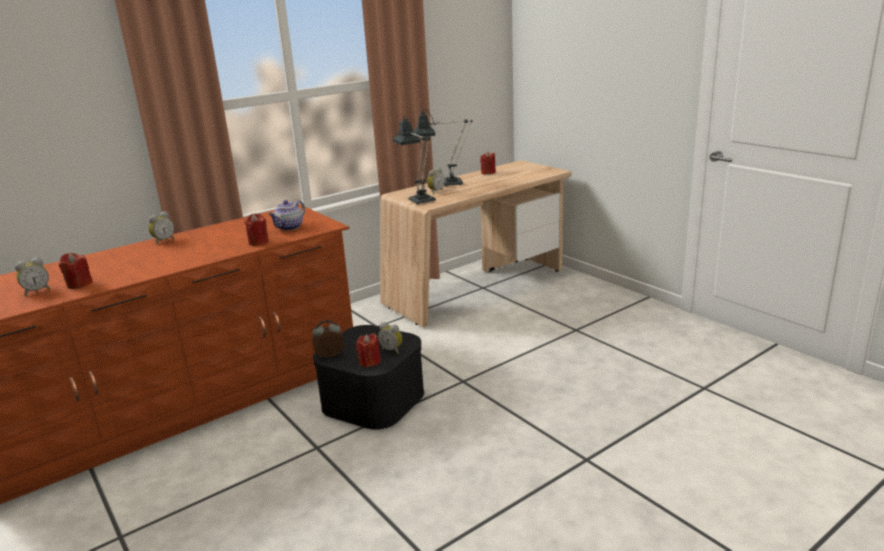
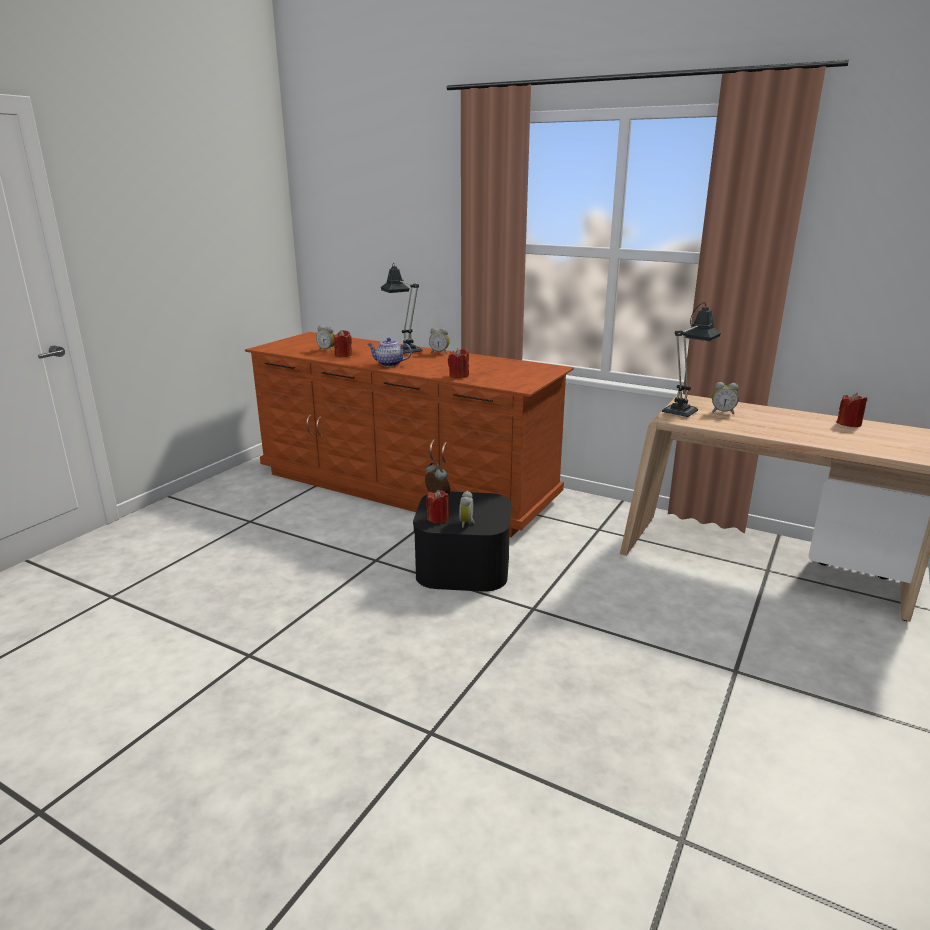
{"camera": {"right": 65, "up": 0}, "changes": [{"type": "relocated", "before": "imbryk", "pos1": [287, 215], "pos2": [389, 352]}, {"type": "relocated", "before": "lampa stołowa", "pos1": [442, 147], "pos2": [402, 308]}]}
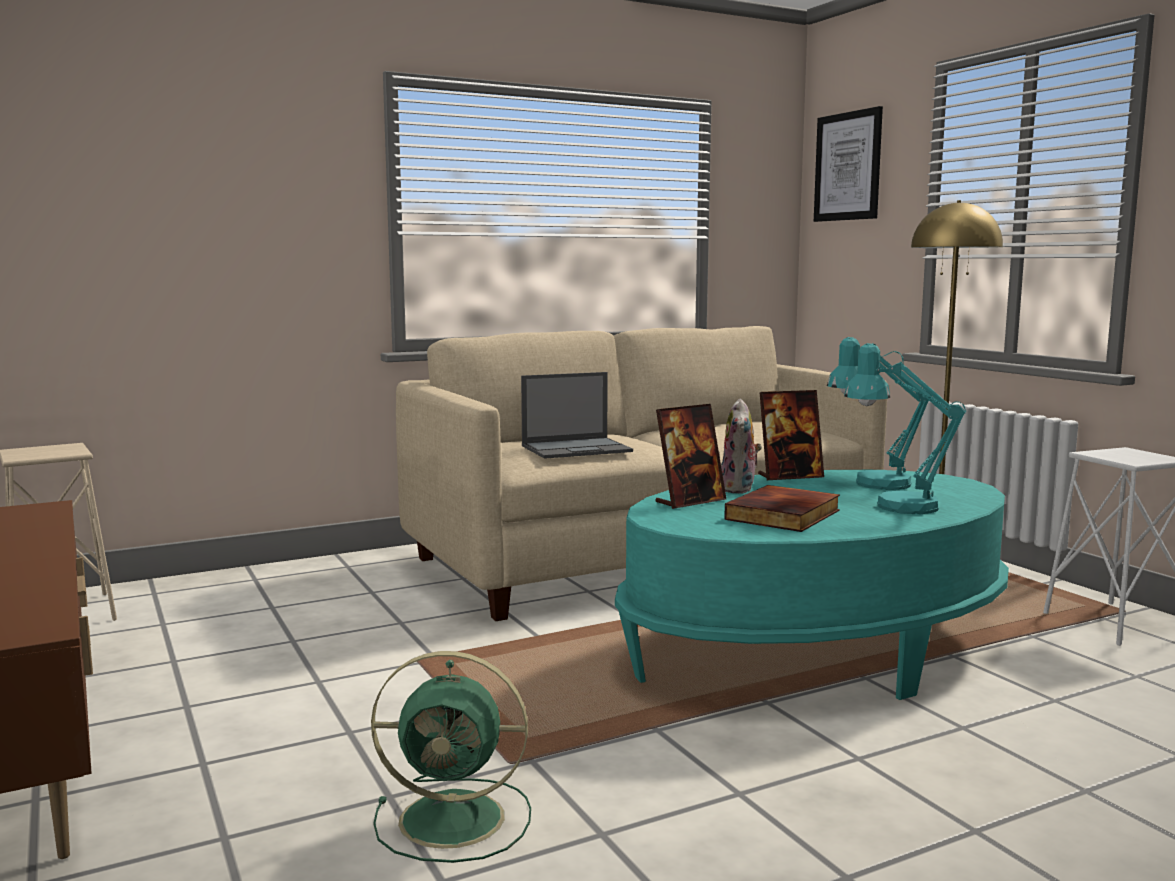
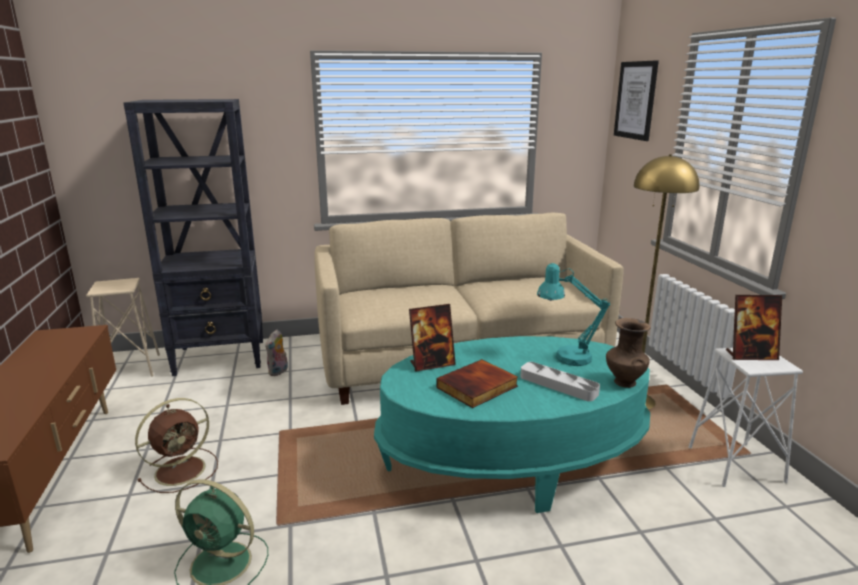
{"camera": {"right": 15, "up": 10}, "changes": [{"type": "missing", "before": "laptop", "pos1": [577, 415]}, {"type": "appeared", "after": "regał [czarny]", "pos2": [193, 237]}, {"type": "appeared", "after": "wentylator [brązowy]", "pos2": [176, 445]}, {"type": "appeared", "after": "wazon [brązowy]", "pos2": [628, 353]}, {"type": "relocated", "before": "pluszak", "pos1": [741, 446], "pos2": [276, 352]}, {"type": "relocated", "before": "ramka na zdjęcie", "pos1": [791, 435], "pos2": [754, 327]}, {"type": "exchanged", "before": "lampa stołowa [turkusowy]", "after": "taca [szary]", "pos1": [905, 428], "pos2": [560, 381]}]}
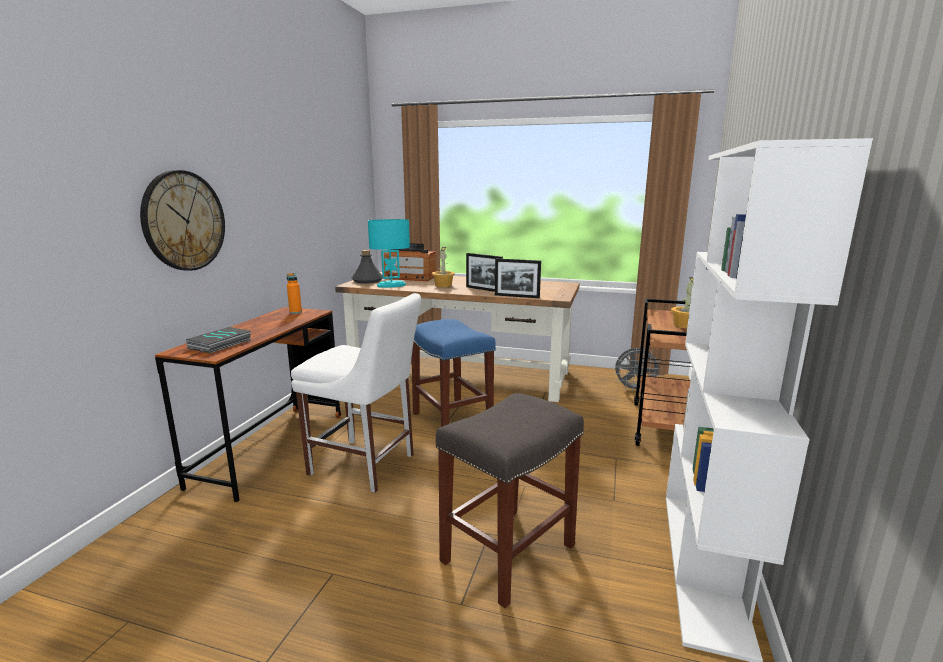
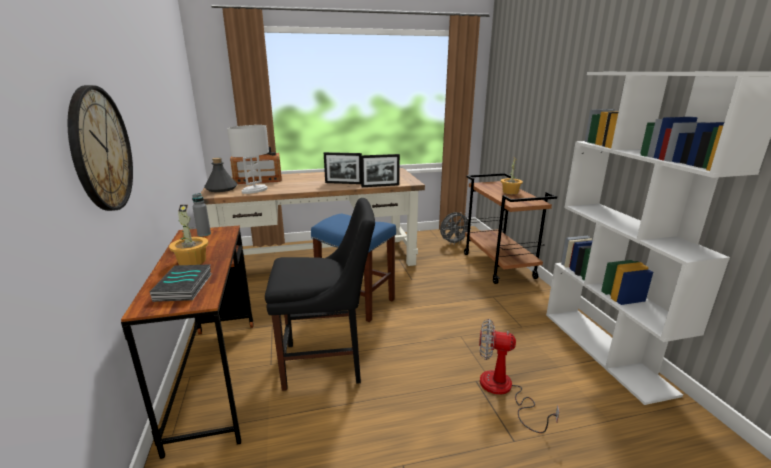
{"camera": {"right": -30, "up": 5}, "changes": [{"type": "relocated", "before": "roślina doniczkowa", "pos1": [443, 267], "pos2": [189, 235]}, {"type": "exchanged", "before": "stołek [szary]", "after": "wentylator", "pos1": [510, 500], "pos2": [519, 376]}, {"type": "colour", "before": "butelka [pomarańczowy]", "after": "butelka [szary]", "pos1": [294, 293], "pos2": [201, 214]}, {"type": "colour", "before": "krzesło [biały]", "after": "krzesło [czarny]", "pos1": [356, 393], "pos2": [320, 294]}, {"type": "colour", "before": "lampa stołowa [turkusowy]", "after": "lampa stołowa [biały]", "pos1": [389, 253], "pos2": [248, 159]}]}
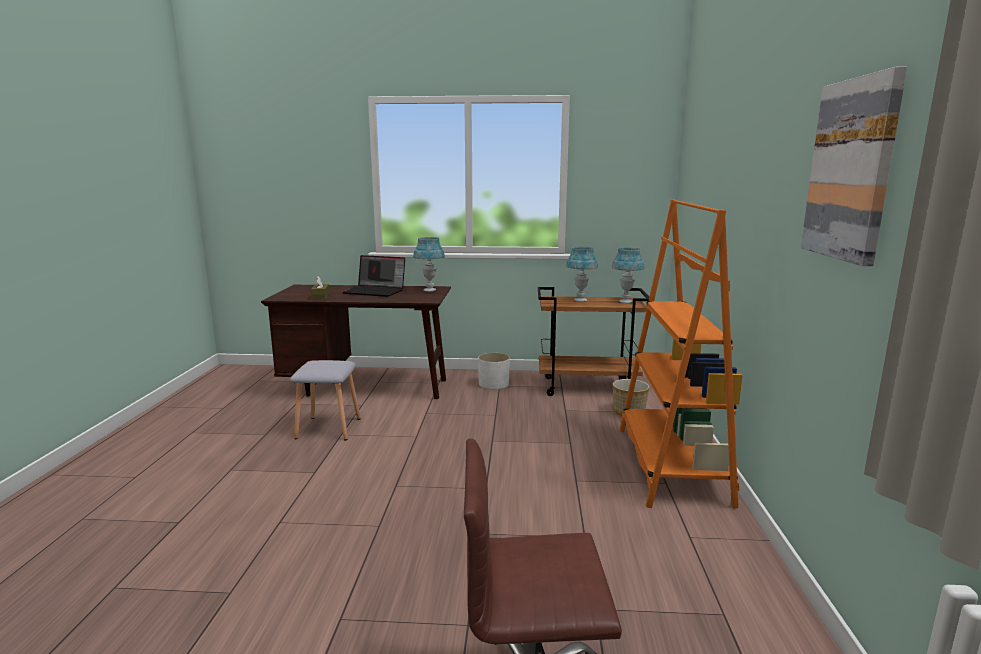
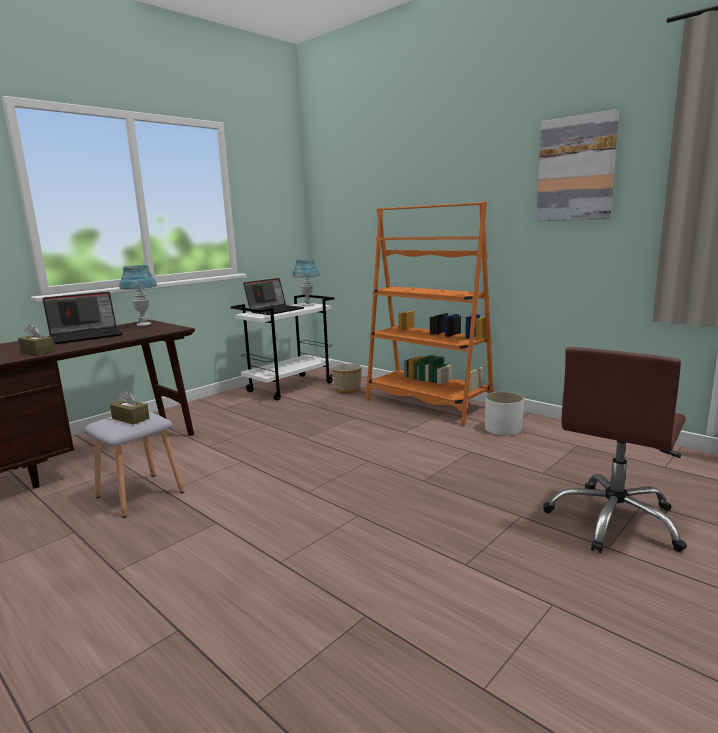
{"camera": {"right": -50, "up": 0}, "changes": [{"type": "appeared", "after": "pudełko chusteczek [brązowy]", "pos2": [130, 407]}, {"type": "relocated", "before": "donica [biały]", "pos1": [494, 371], "pos2": [504, 414]}, {"type": "exchanged", "before": "lampa stołowa [niebieski]", "after": "laptop", "pos1": [582, 274], "pos2": [273, 296]}, {"type": "colour", "before": "wózek [brązowy]", "after": "wózek [biały]", "pos1": [593, 341], "pos2": [283, 348]}]}
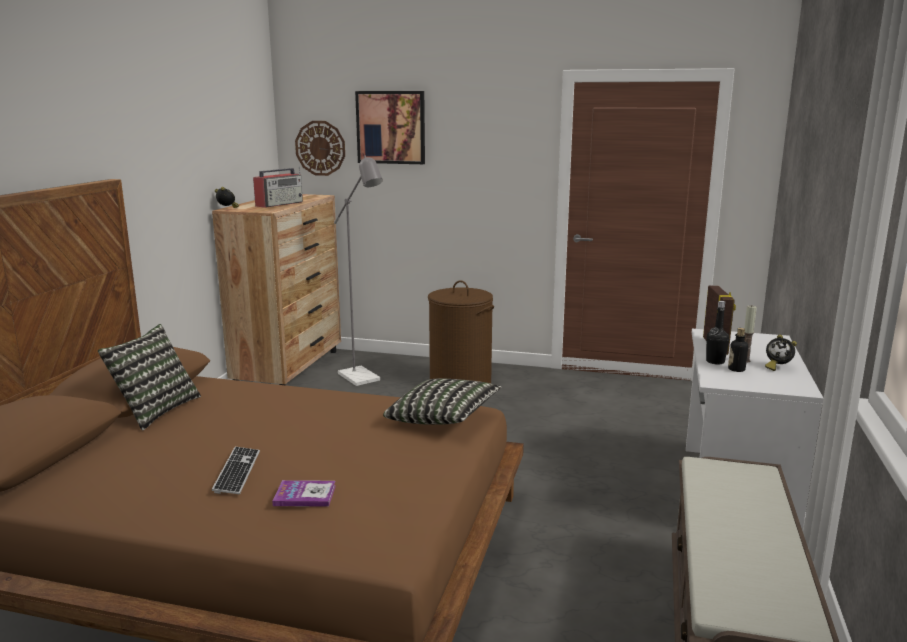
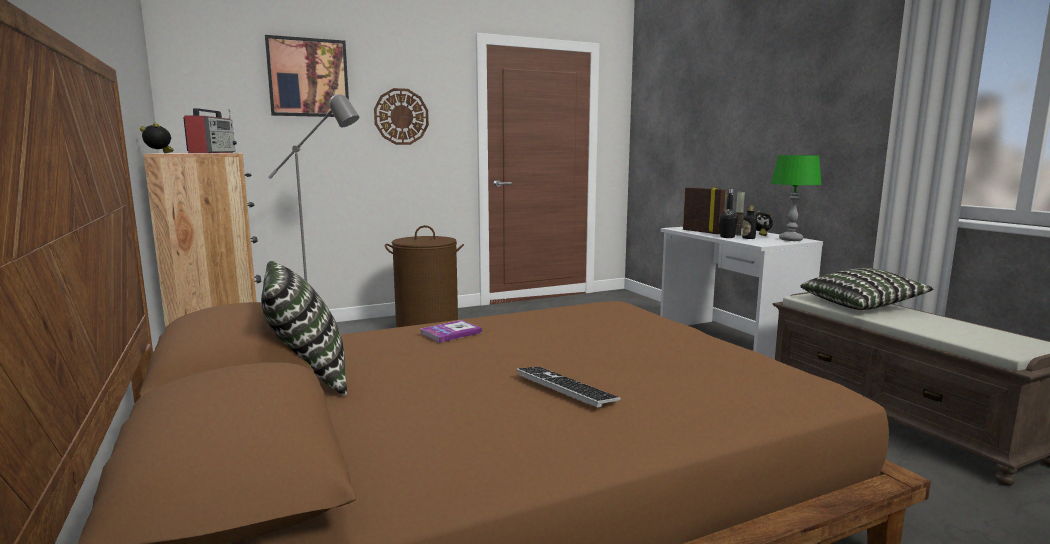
{"camera": {"right": -40, "up": -5}, "changes": [{"type": "appeared", "after": "lampa stołowa [zielony]", "pos2": [796, 198]}, {"type": "relocated", "before": "książka", "pos1": [304, 493], "pos2": [451, 331]}, {"type": "relocated", "before": "zegar ścienny", "pos1": [320, 148], "pos2": [401, 116]}, {"type": "relocated", "before": "poduszka", "pos1": [442, 401], "pos2": [867, 289]}]}
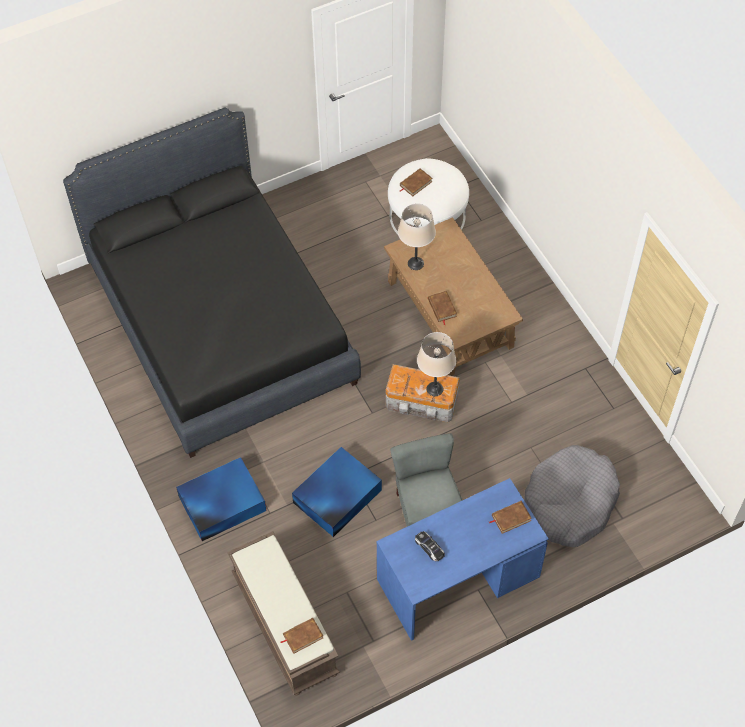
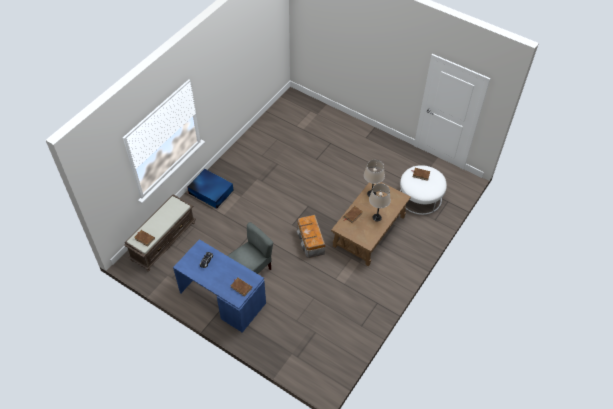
{"camera": {"right": 60, "up": -5}, "changes": [{"type": "missing", "before": "łóżko [czarny]", "pos1": [212, 283]}, {"type": "missing", "before": "pojemnik do przechowywania [niebieski]", "pos1": [337, 492]}, {"type": "missing", "before": "legowisko [szary]", "pos1": [572, 496]}, {"type": "relocated", "before": "lampa stołowa [beżowy]", "pos1": [436, 364], "pos2": [380, 202]}]}
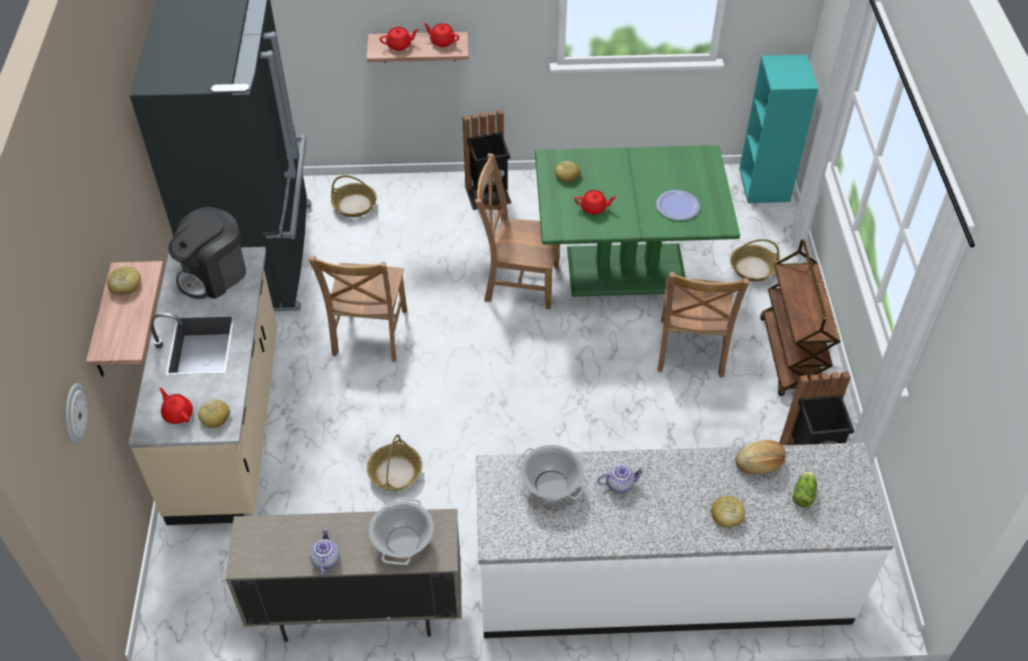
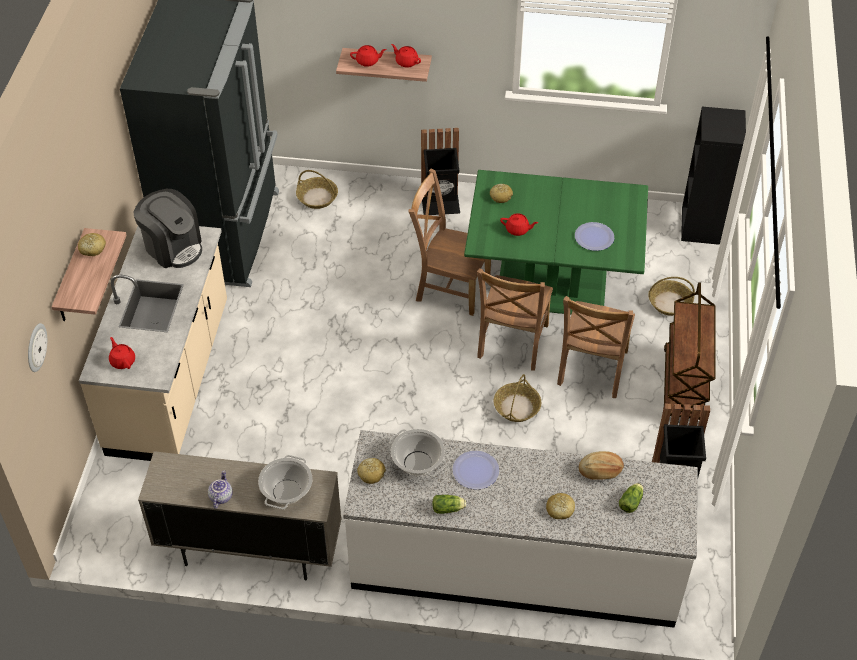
{"camera": {"right": 10, "up": 0}, "changes": [{"type": "appeared", "after": "sałata", "pos2": [449, 504]}, {"type": "relocated", "before": "chleb", "pos1": [214, 414], "pos2": [371, 471]}, {"type": "relocated", "before": "krzesło [brązowy]", "pos1": [358, 308], "pos2": [515, 319]}, {"type": "relocated", "before": "koszyk", "pos1": [394, 462], "pos2": [517, 398]}, {"type": "exchanged", "before": "imbryk", "after": "talerz", "pos1": [621, 478], "pos2": [476, 470]}, {"type": "colour", "before": "regał [turkusowy]", "after": "regał [czarny]", "pos1": [778, 129], "pos2": [713, 176]}, {"type": "spun", "before": "ekspres do kawy", "pos1": [207, 253], "pos2": [168, 228], "turn": -105}]}
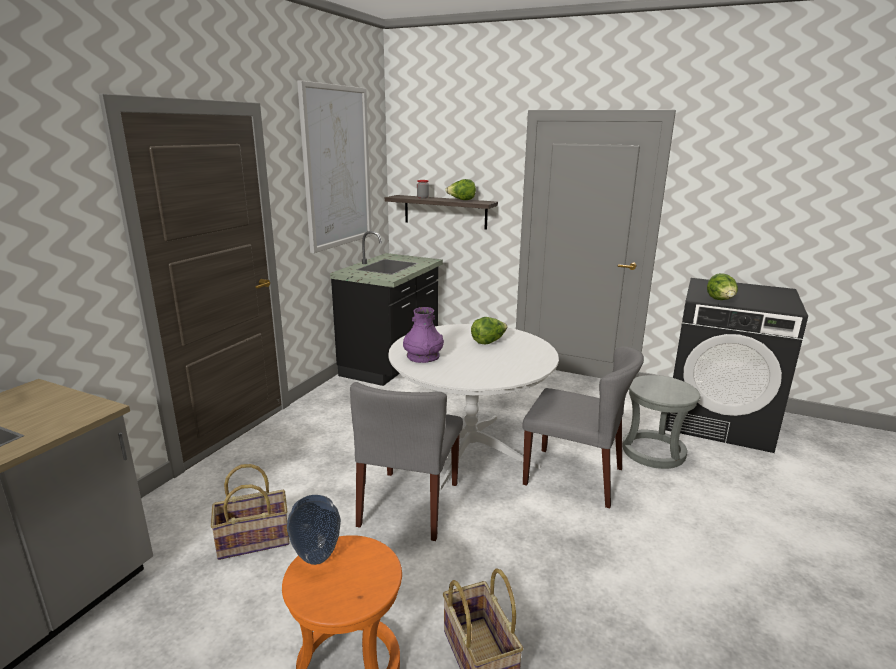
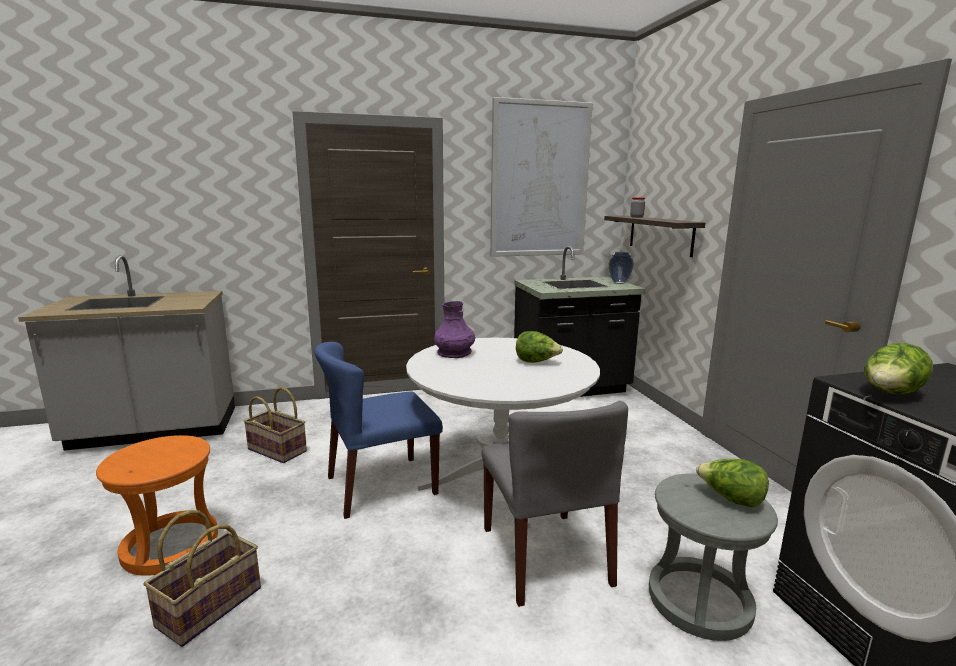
{"camera": {"right": 50, "up": -5}, "changes": [{"type": "relocated", "before": "wazon", "pos1": [314, 530], "pos2": [621, 268]}, {"type": "relocated", "before": "sałata", "pos1": [460, 189], "pos2": [732, 483]}, {"type": "colour", "before": "krzesło [szary]", "after": "krzesło [niebieski]", "pos1": [406, 461], "pos2": [378, 430]}]}
